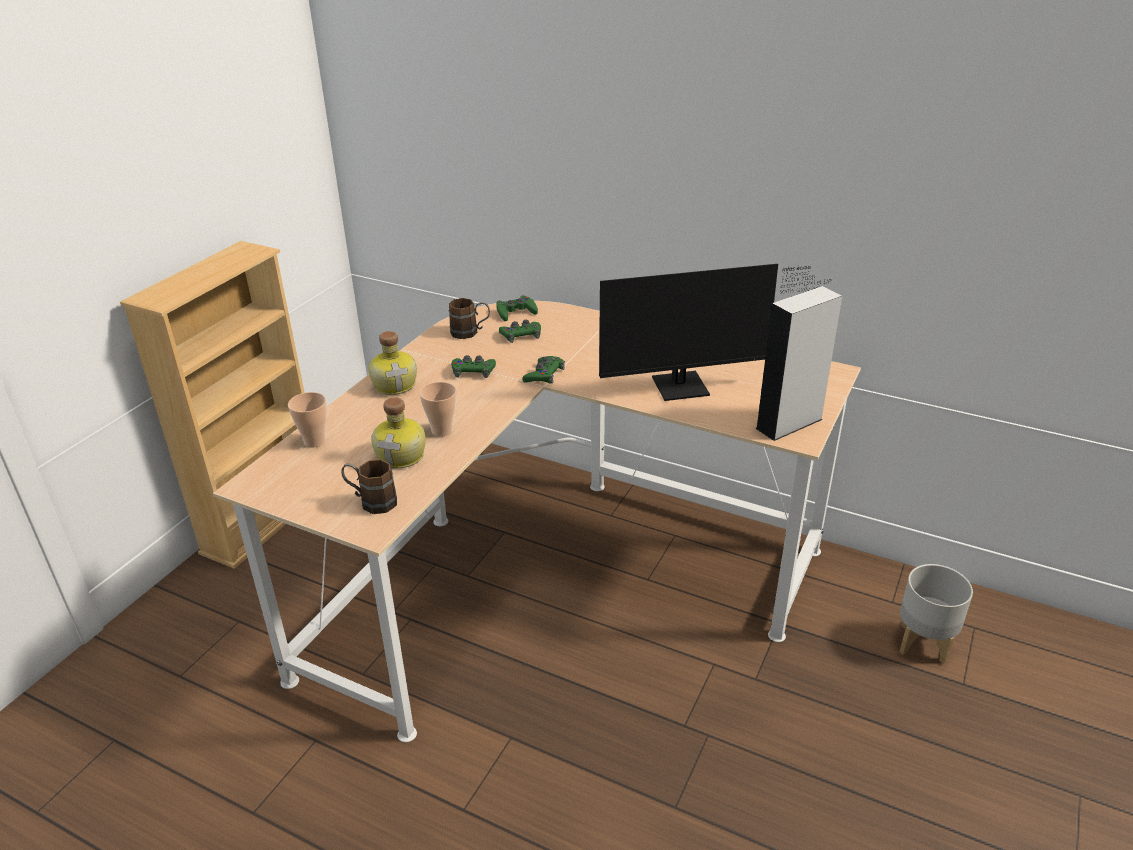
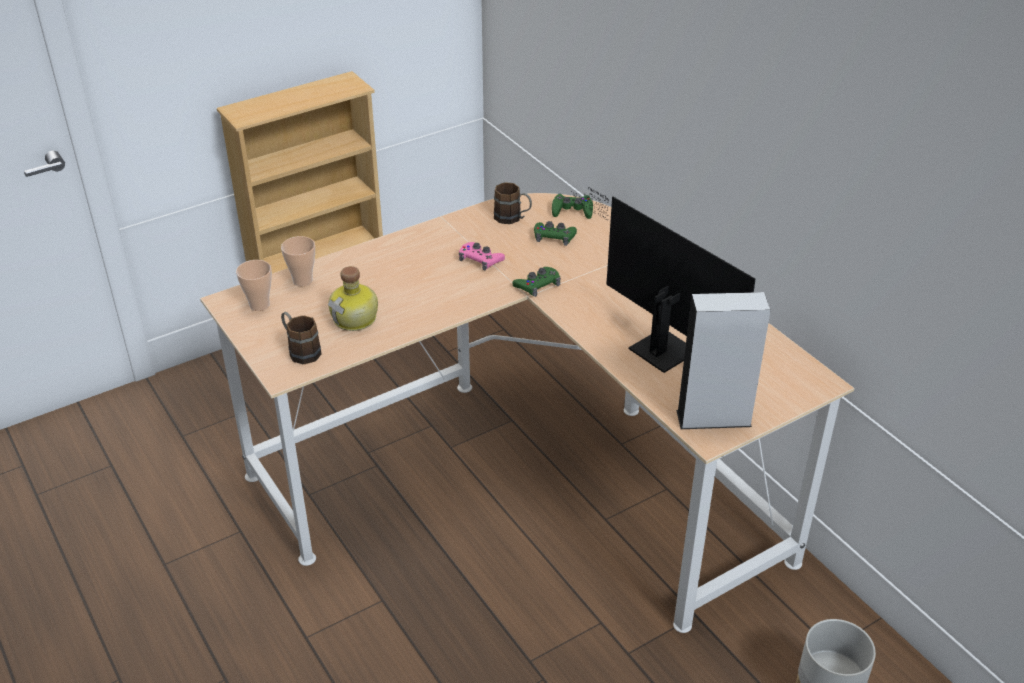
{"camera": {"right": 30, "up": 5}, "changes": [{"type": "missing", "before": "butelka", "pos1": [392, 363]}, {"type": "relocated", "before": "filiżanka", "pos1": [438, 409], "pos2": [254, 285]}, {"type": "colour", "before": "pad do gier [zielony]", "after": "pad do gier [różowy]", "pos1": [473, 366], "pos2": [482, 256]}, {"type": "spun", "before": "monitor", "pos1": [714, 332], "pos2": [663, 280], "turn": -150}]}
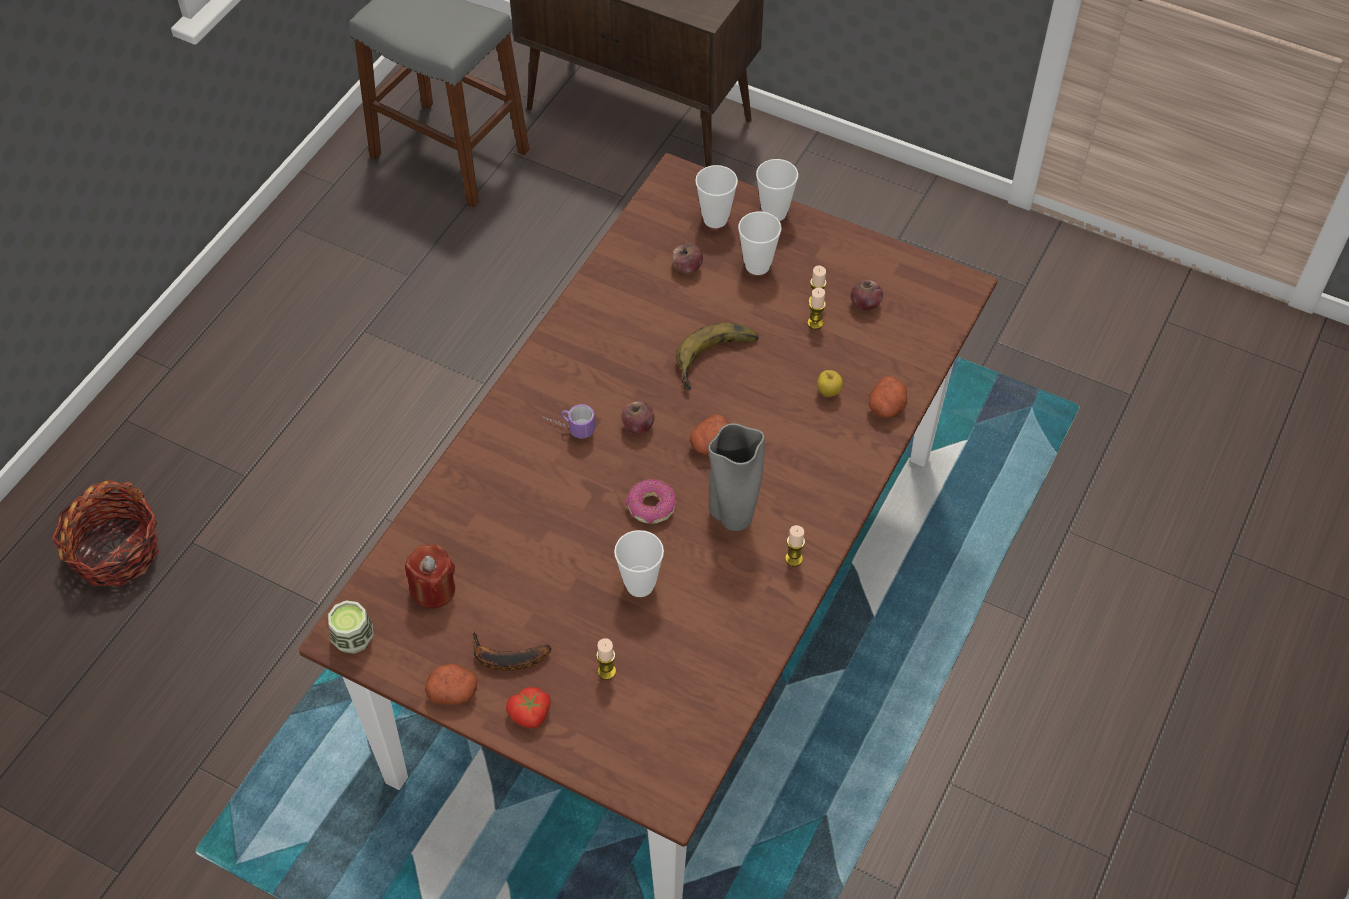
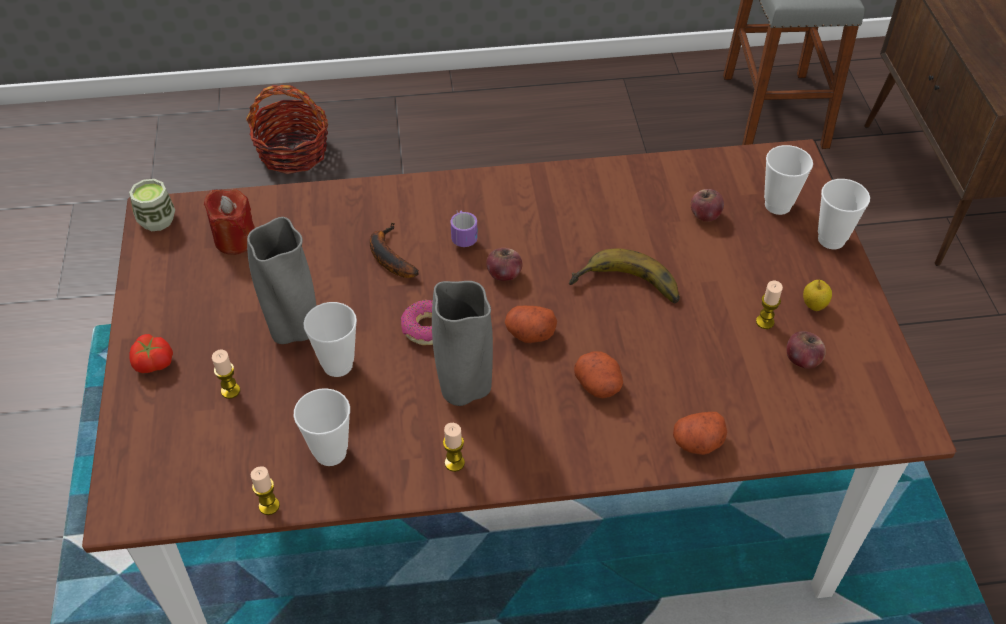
{"camera": {"right": 55, "up": -5}, "changes": [{"type": "appeared", "after": "wazon [szary]", "pos2": [281, 280]}, {"type": "relocated", "before": "ziemniak", "pos1": [451, 684], "pos2": [598, 374]}, {"type": "relocated", "before": "banan", "pos1": [512, 651], "pos2": [394, 250]}, {"type": "relocated", "before": "filiżanka", "pos1": [760, 243], "pos2": [322, 427]}, {"type": "relocated", "before": "świeca", "pos1": [816, 308], "pos2": [265, 490]}, {"type": "relocated", "before": "jabłko", "pos1": [830, 383], "pos2": [817, 295]}]}
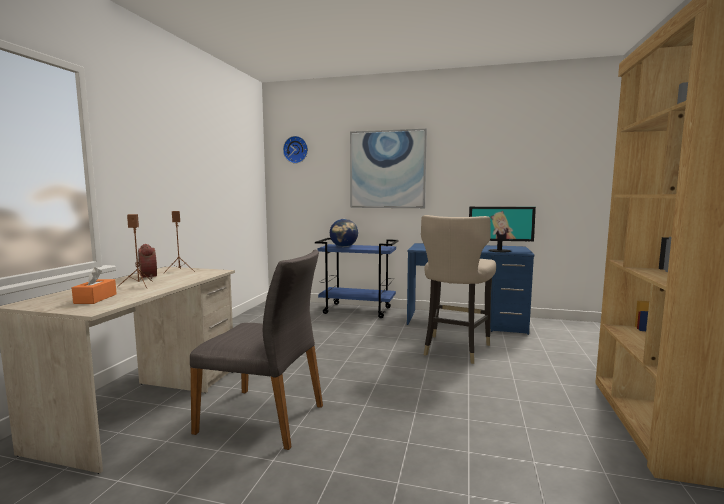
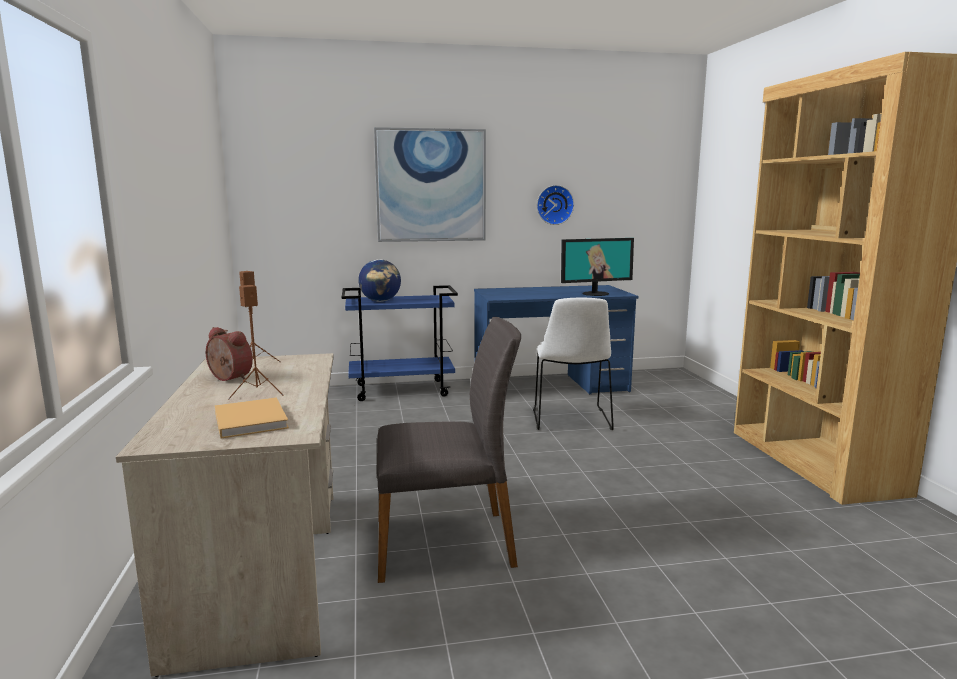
{"camera": {"right": -25, "up": 5}, "changes": [{"type": "relocated", "before": "zegar ścienny", "pos1": [295, 149], "pos2": [555, 205]}, {"type": "exchanged", "before": "pudełko chusteczek [pomarańczowy]", "after": "książka [beżowy]", "pos1": [94, 285], "pos2": [252, 418]}, {"type": "exchanged", "before": "stołek [beżowy]", "after": "krzesło [biały]", "pos1": [458, 289], "pos2": [573, 363]}]}
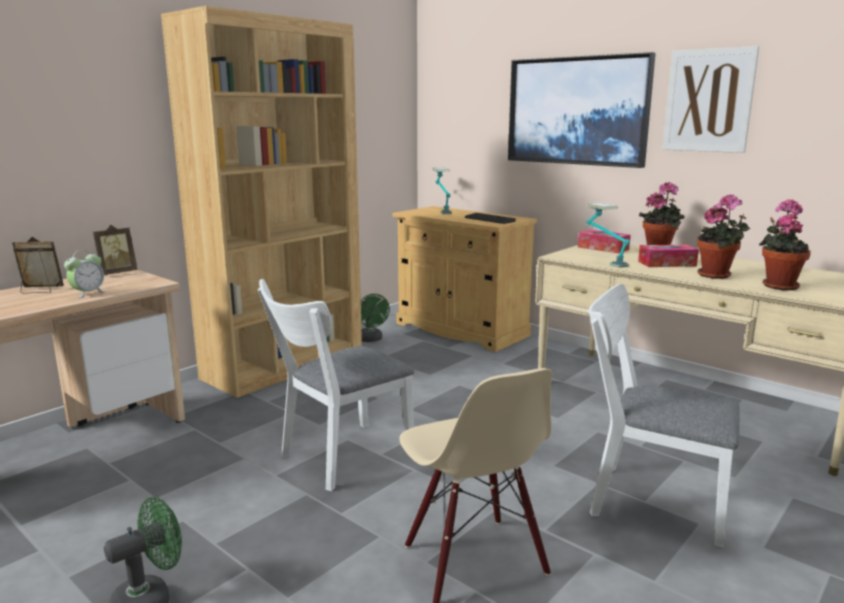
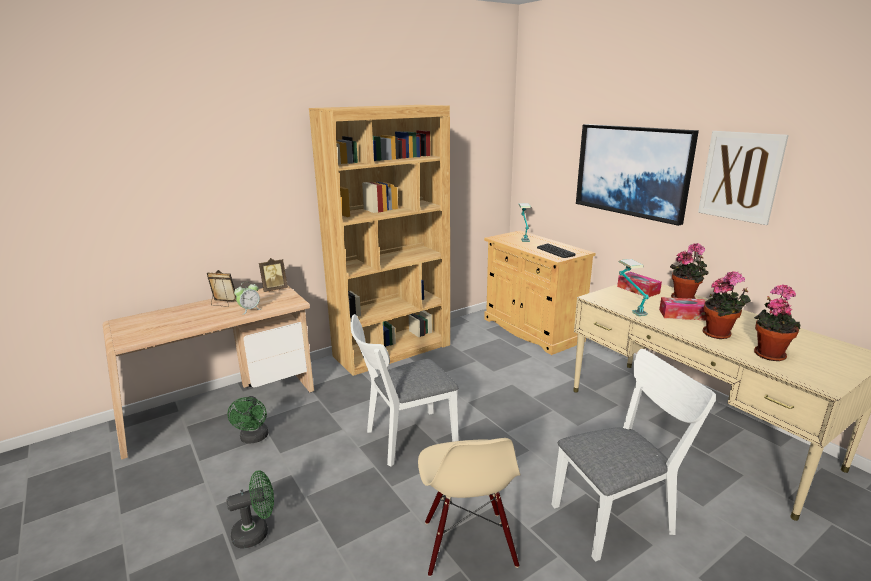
{"camera": {"right": 15, "up": 5}, "changes": [{"type": "relocated", "before": "wentylator [zielony]", "pos1": [375, 318], "pos2": [247, 419]}, {"type": "spun", "before": "krzesło [biały]", "pos1": [664, 415], "pos2": [633, 455], "turn": 120}]}
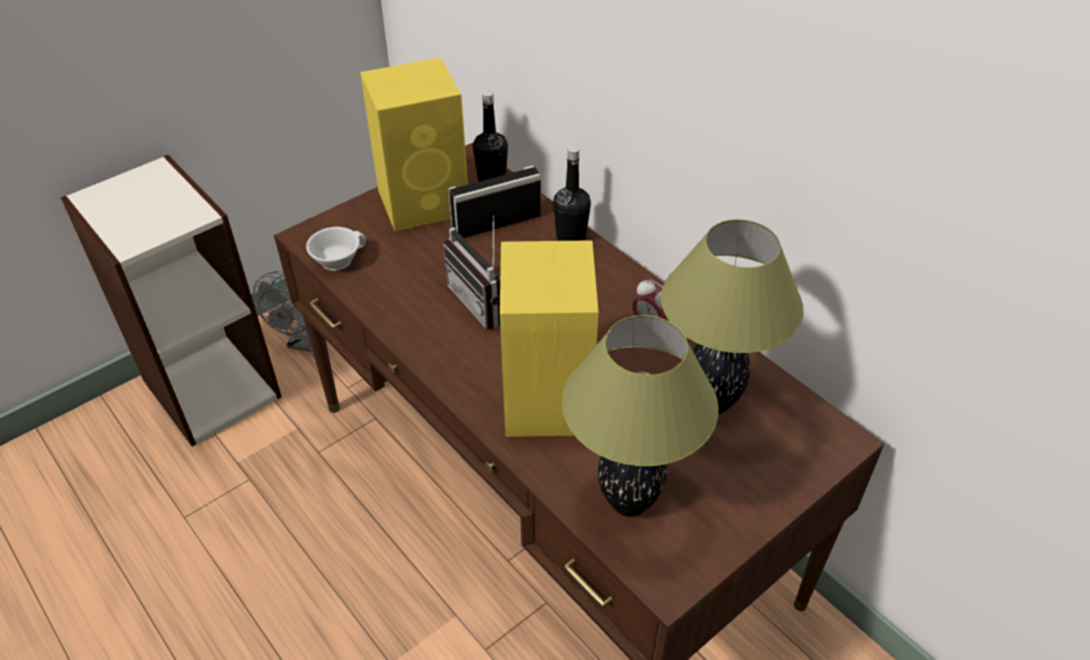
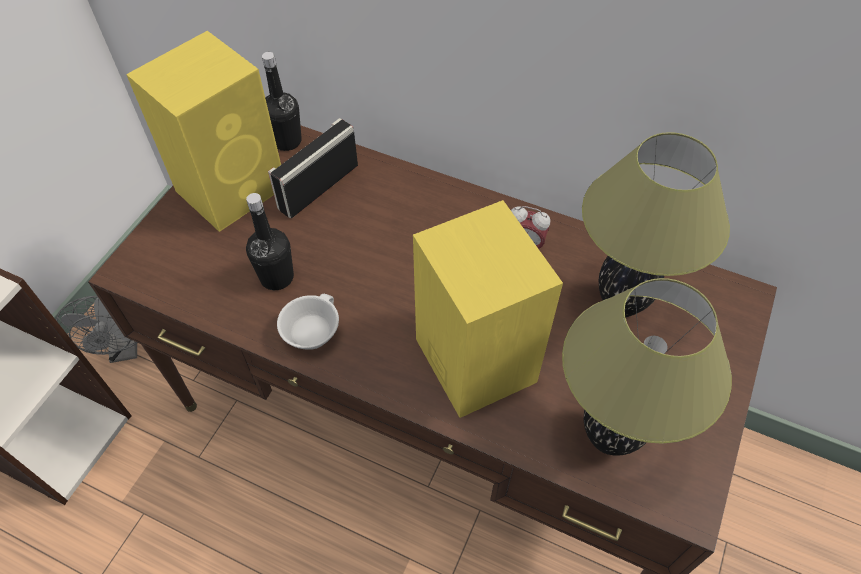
{"camera": {"right": -25, "up": 10}, "changes": [{"type": "missing", "before": "radio", "pos1": [471, 272]}, {"type": "relocated", "before": "filiżanka [biały]", "pos1": [336, 249], "pos2": [308, 322]}, {"type": "relocated", "before": "butelka [czarny]", "pos1": [572, 193], "pos2": [270, 241]}]}
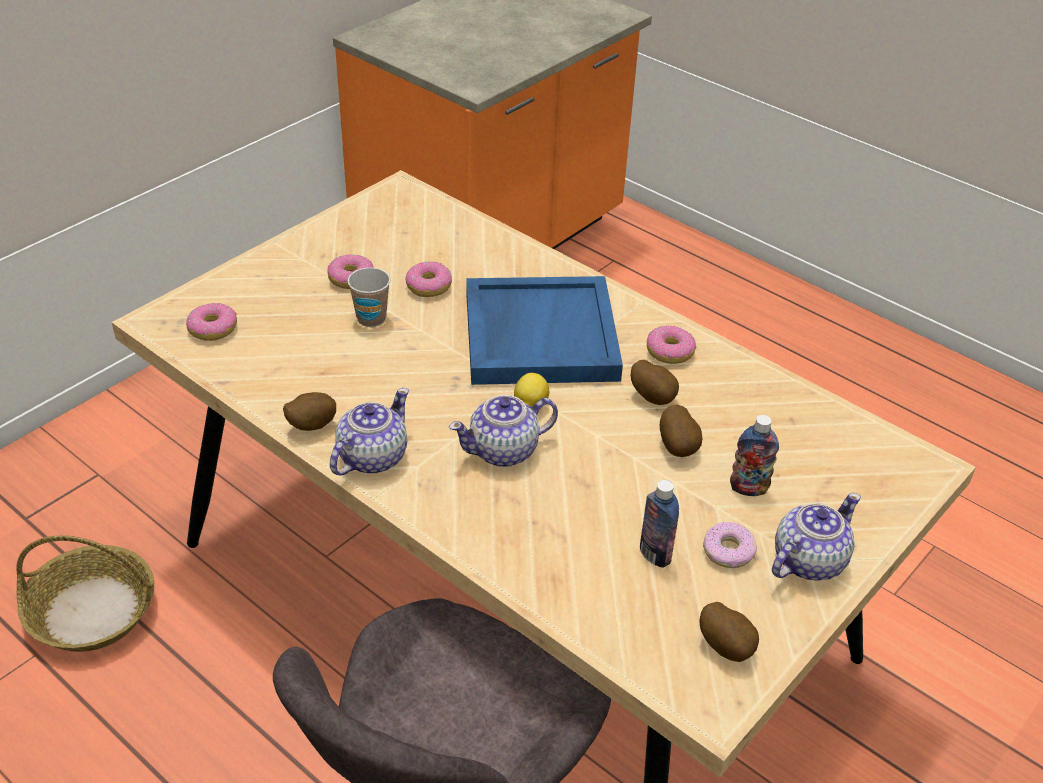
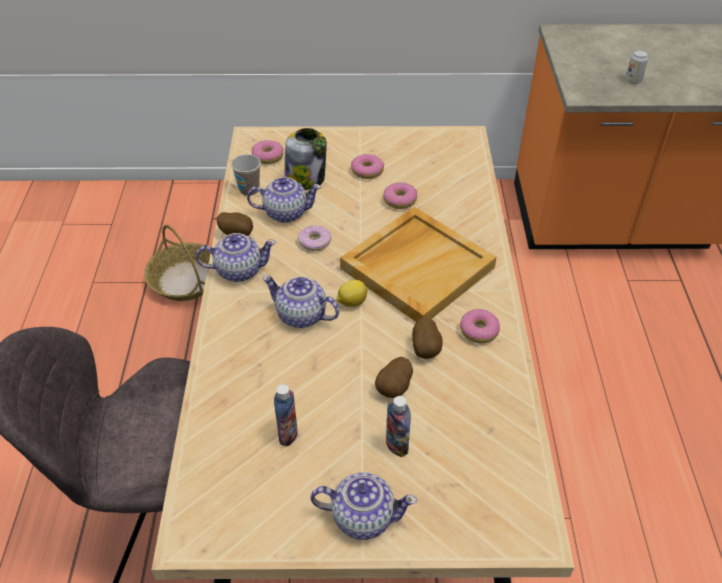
{"camera": {"right": 50, "up": 5}, "changes": [{"type": "missing", "before": "ziemniak", "pos1": [729, 632]}, {"type": "appeared", "after": "imbryk", "pos2": [284, 200]}, {"type": "appeared", "after": "słoik", "pos2": [305, 159]}, {"type": "appeared", "after": "puszka", "pos2": [636, 67]}, {"type": "relocated", "before": "filiżanka", "pos1": [369, 297], "pos2": [246, 175]}, {"type": "relocated", "before": "donut", "pos1": [730, 545], "pos2": [315, 238]}, {"type": "colour", "before": "taca [niebieski]", "after": "taca [beżowy]", "pos1": [544, 330], "pos2": [418, 264]}]}
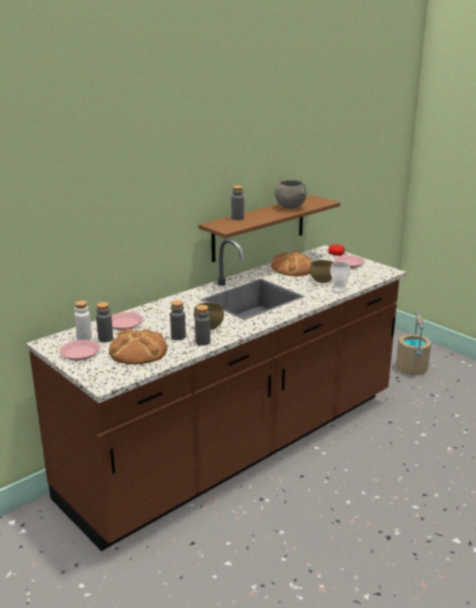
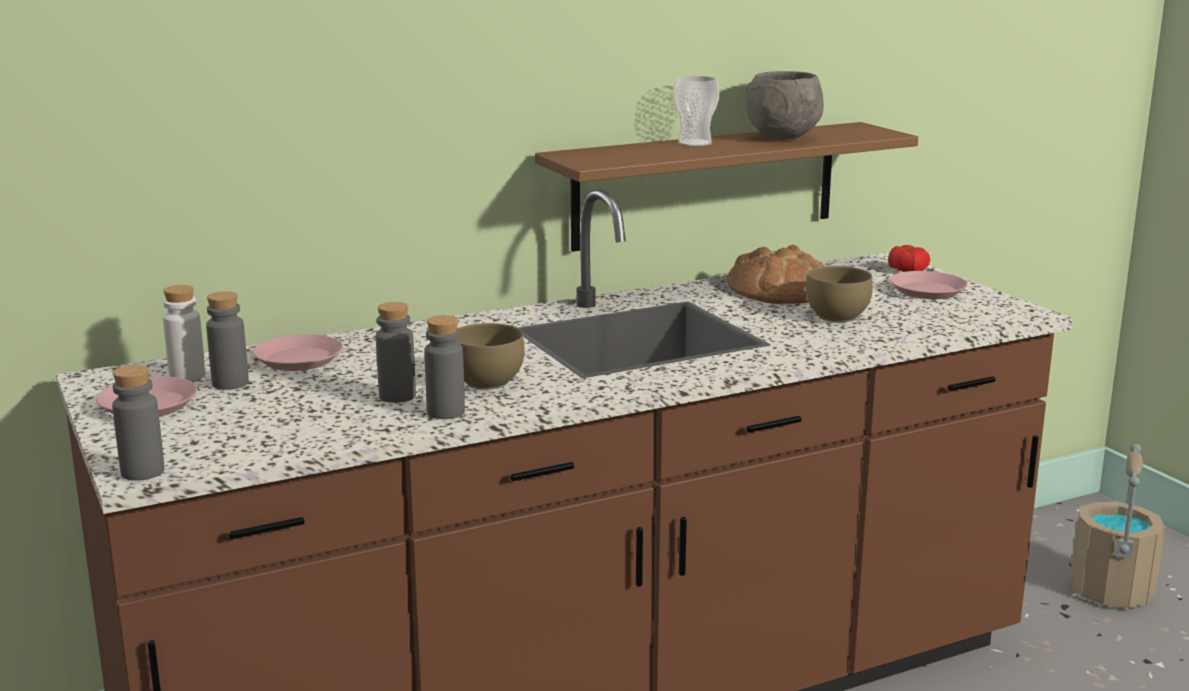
{"camera": {"right": 15, "up": -5}, "changes": [{"type": "missing", "before": "chleb", "pos1": [138, 346]}, {"type": "relocated", "before": "butelka [szary]", "pos1": [237, 202], "pos2": [138, 423]}, {"type": "relocated", "before": "filiżanka", "pos1": [340, 277], "pos2": [696, 111]}]}
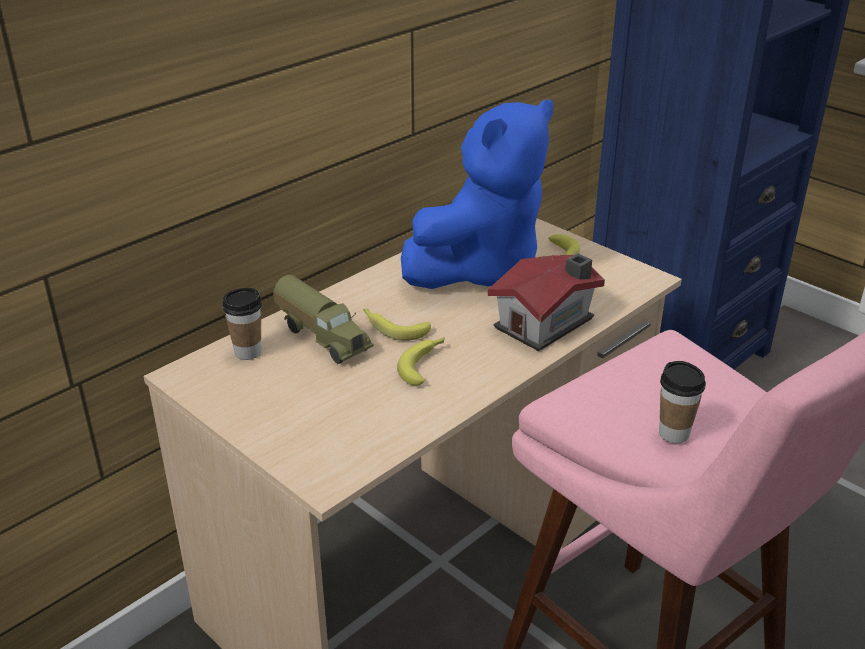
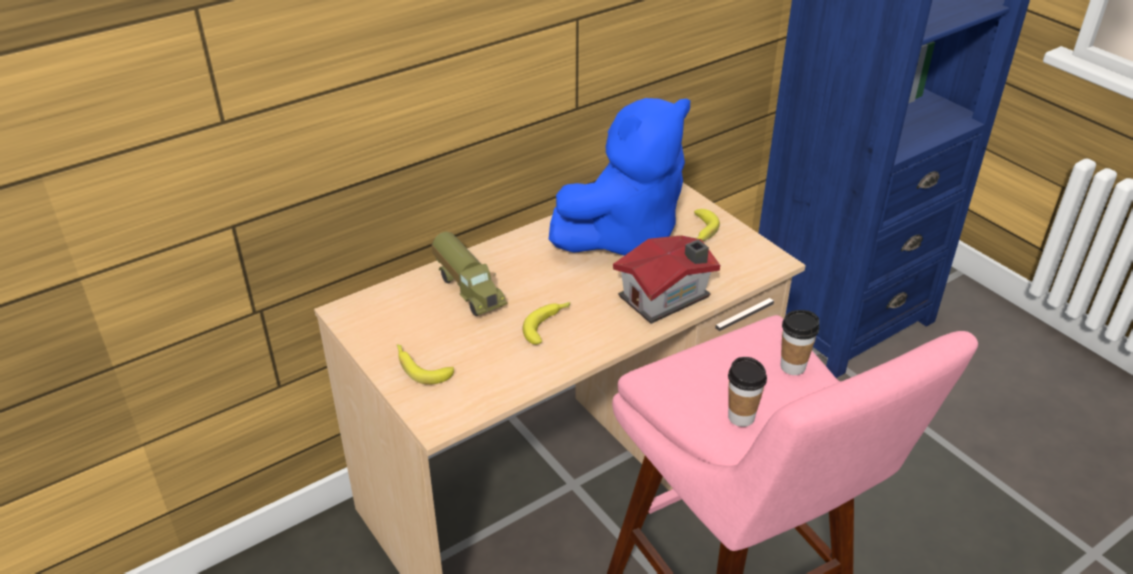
{"camera": {"right": 10, "up": 5}, "changes": [{"type": "relocated", "before": "filiżanka", "pos1": [242, 324], "pos2": [800, 342]}, {"type": "relocated", "before": "banan", "pos1": [397, 325], "pos2": [425, 364]}]}
